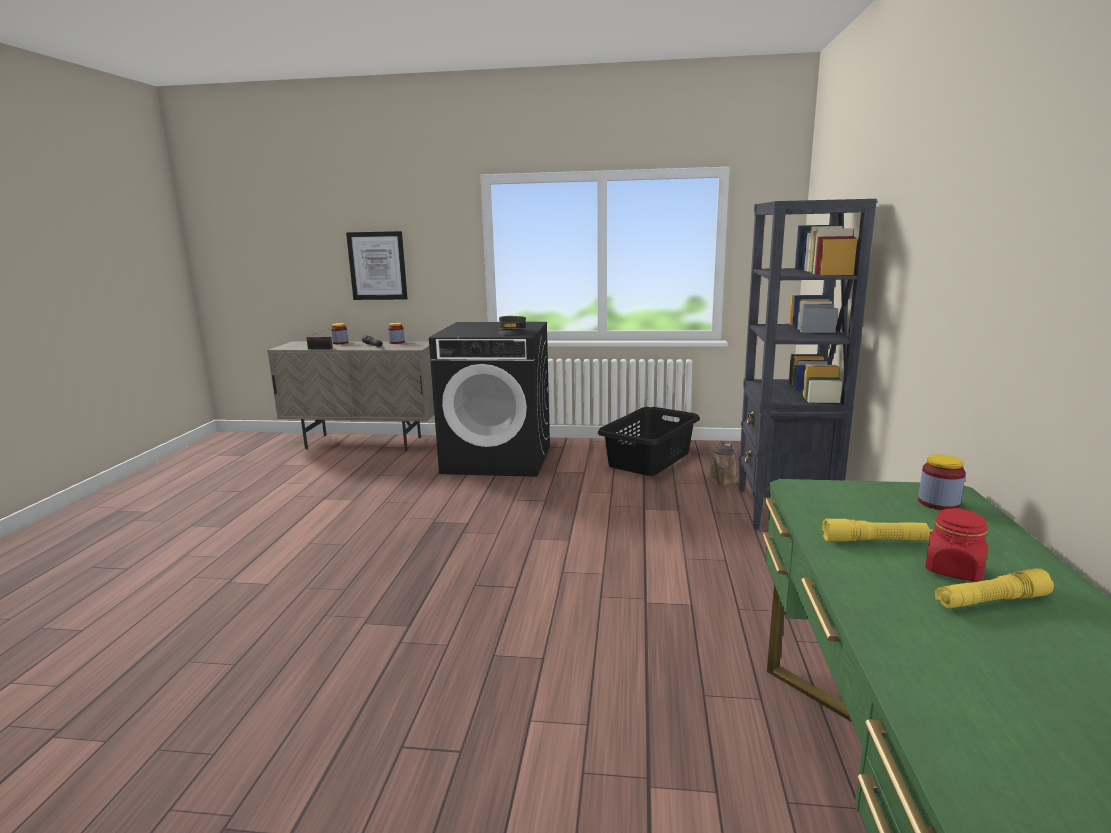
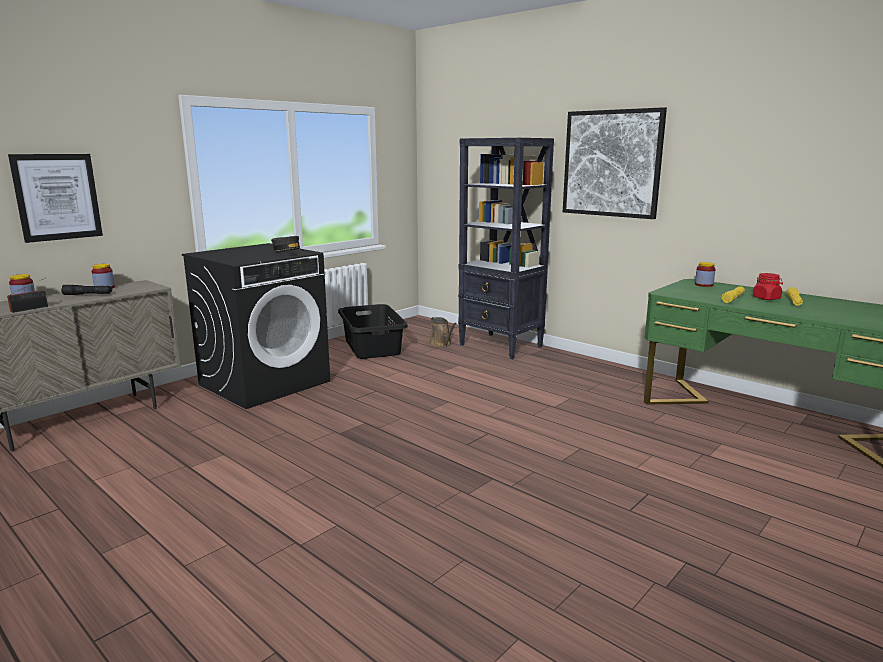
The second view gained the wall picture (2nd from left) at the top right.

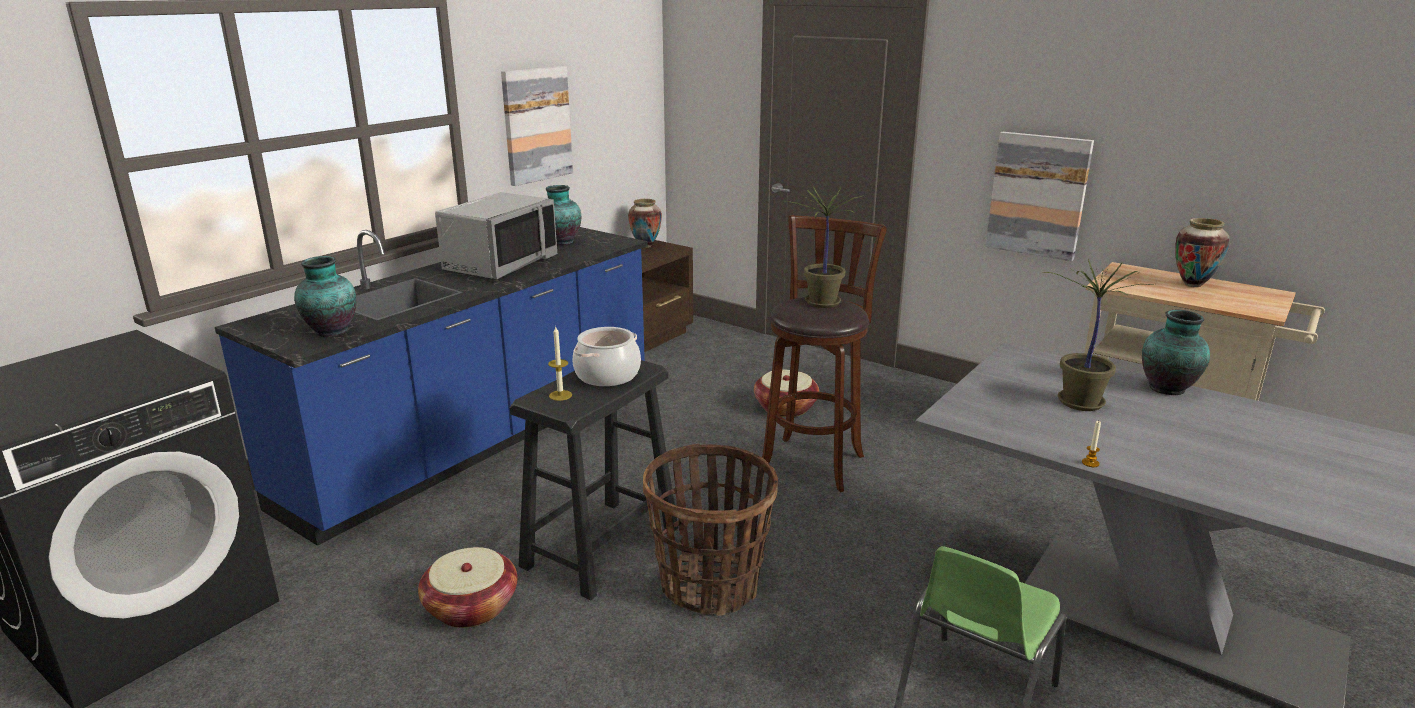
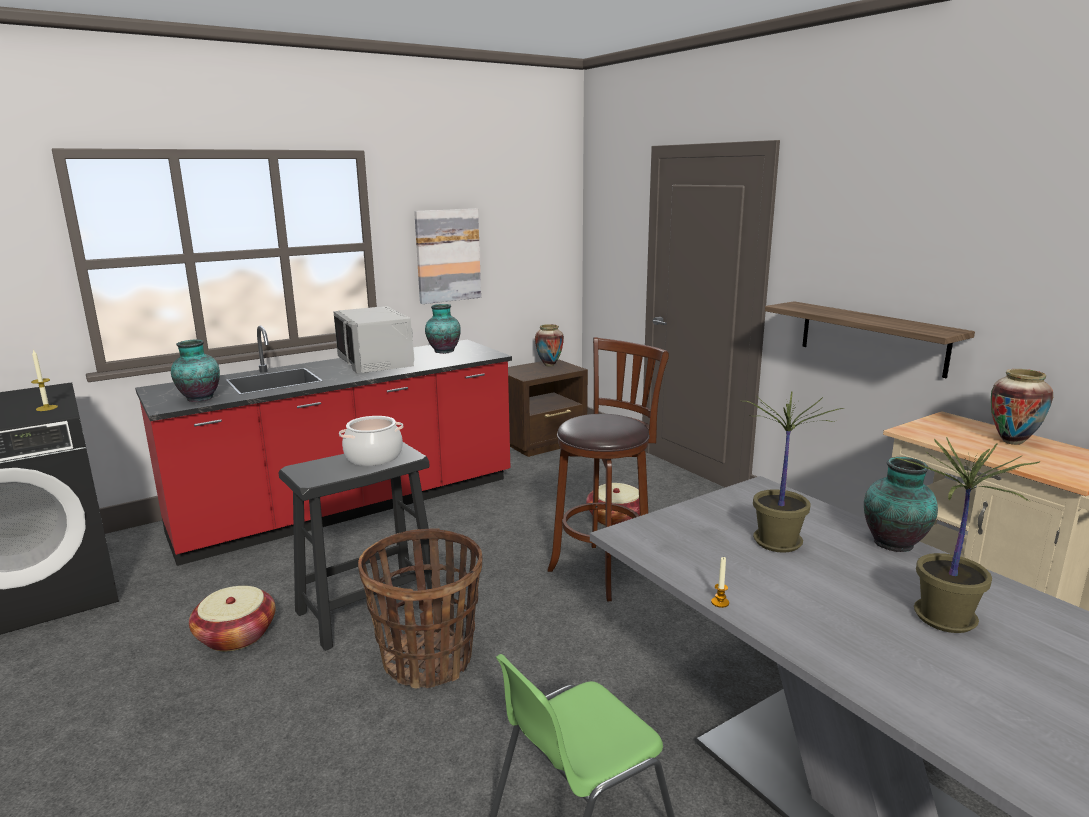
The candle (1st from left) ended up elsewhere, having gone from the centre to the middle left. The potted plant (1st from left in the first image) ended up elsewhere, having gone from the centre to the middle right. Where the wall picture (2nd from left) hung at the top right, the wall shelf came to hang at the middle right. What was the kitchen base unit in bluish at the middle left turned into the kitchen base unit in reddish at the middle left. The kitchen microwave in grey at the top centre ended up facing another way, 105 degrees clockwise from before.

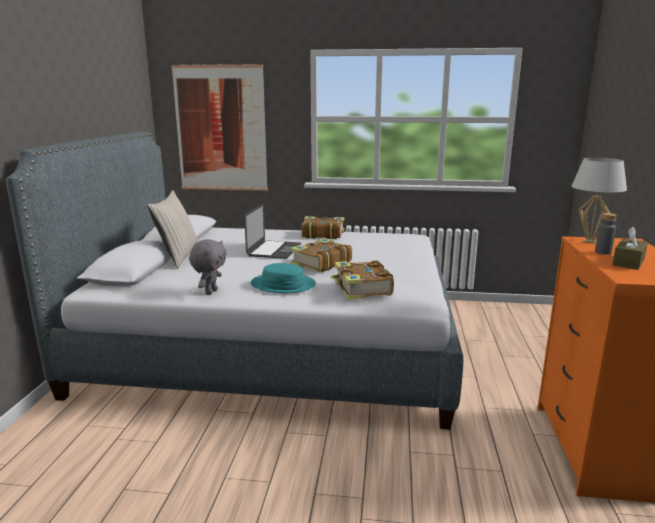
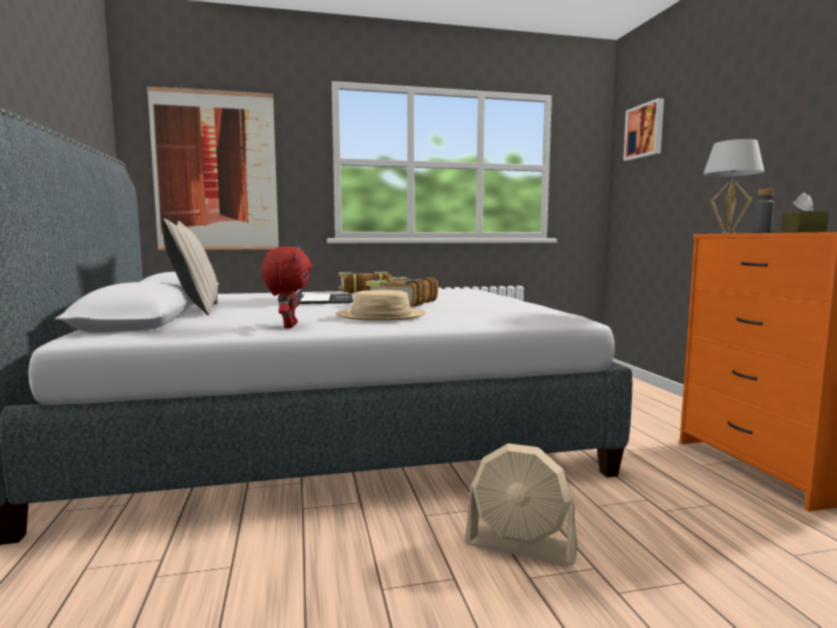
The second view lost the book (3rd from left) at the centre. The second view gained the fan in sand-coloured at the bottom centre. The second view gained the wall picture (2nd from left) at the top right. What was the soft toy in grey at the middle left turned into the soft toy in reddish at the centre. What was the clothing hat in turquoise-coloured at the centre turned into the clothing hat in sand-coloured at the centre.

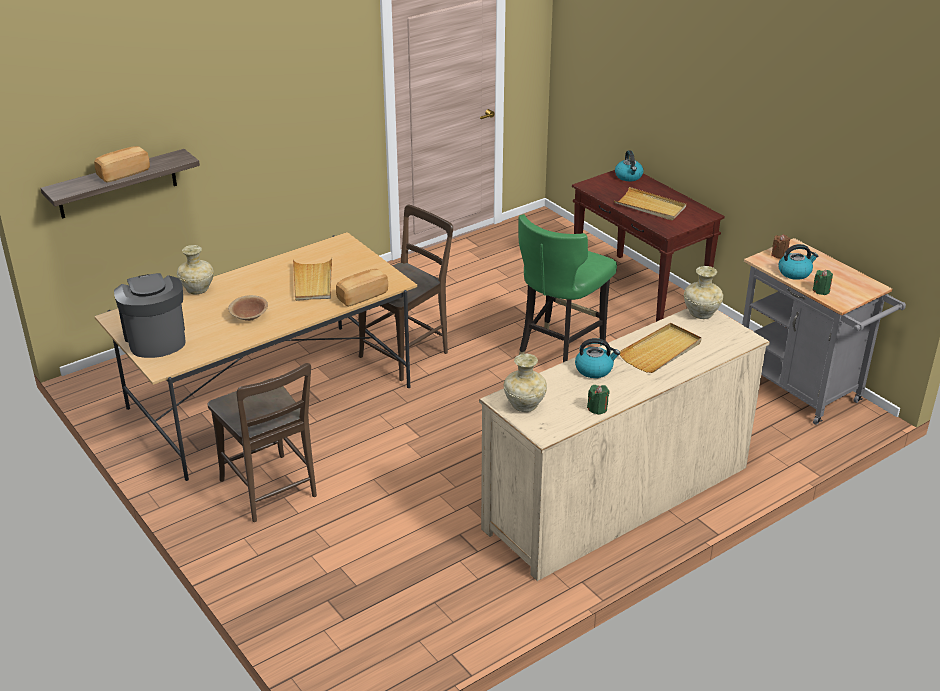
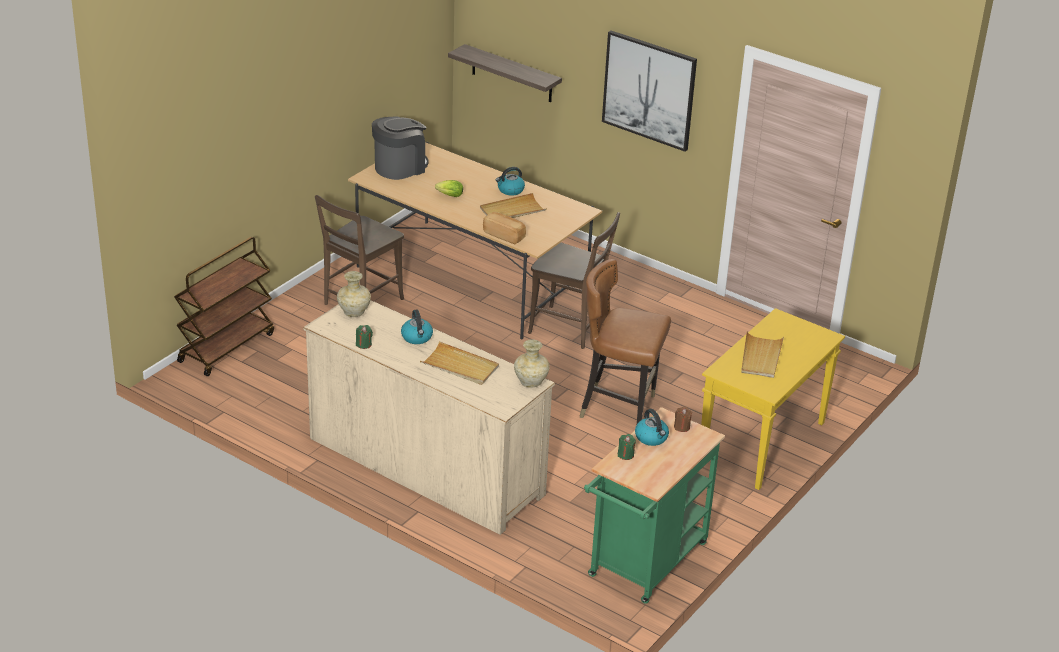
The second view lost the baked bread (1st from left) at the top left. The second view lost the flower vase in sand-coloured (1st from left) at the middle left. The second view gained the cart in brown at the middle left. The second view gained the wall picture at the top centre. The water kettle (2nd from left) ended up elsewhere, having gone from the top right to the top centre. Where the bowl in brown stood at the middle left, the lettuce head came to stand at the top centre. What was the chair in green-coloured at the centre turned into the chair in brown (3rd from left) at the centre. What was the console table in brown at the middle right turned into the console table in yellow-coloured at the middle right. What was the cart in grey at the middle right turned into the cart in green-coloured at the bottom centre.

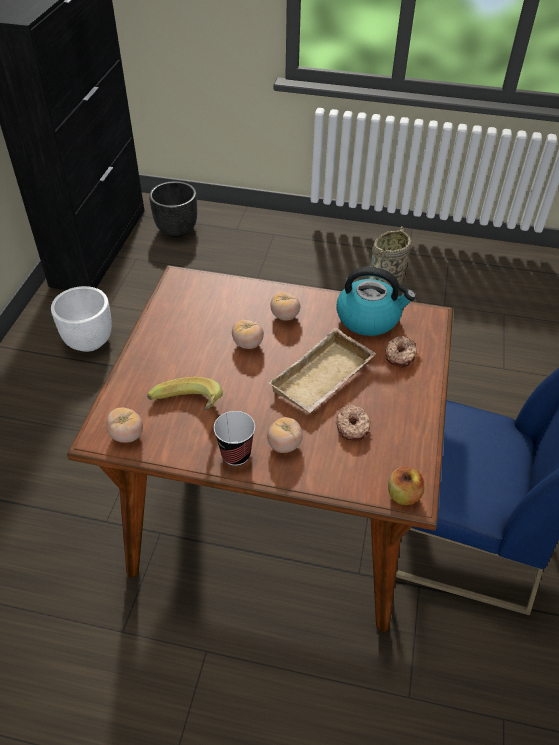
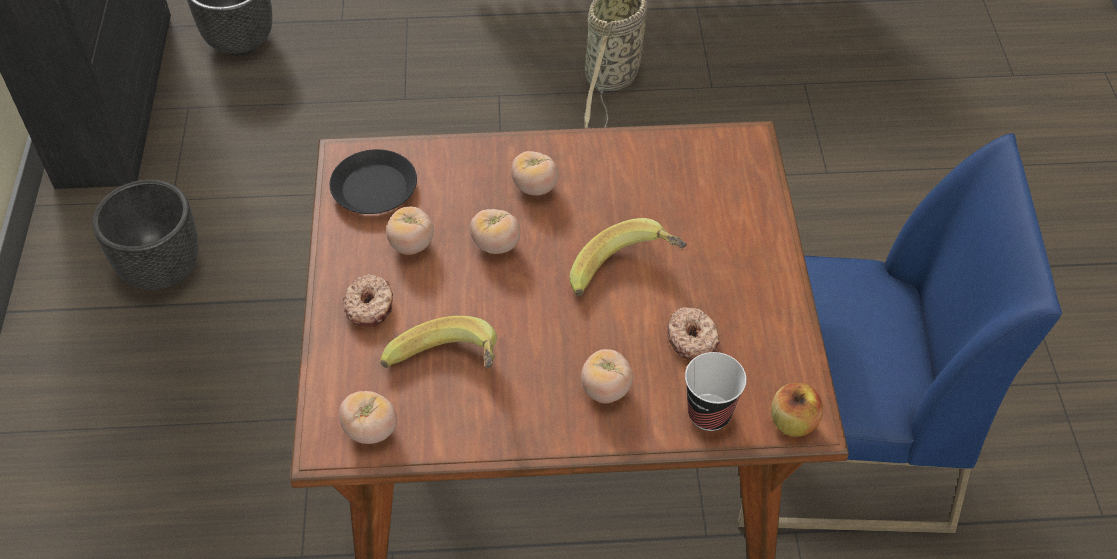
The second view lost the water kettle at the middle right. The second view gained the flat dish in black at the top centre. The second view gained the fresh tomato (2nd from left) at the centre. The cup ended up elsewhere, having gone from the centre to the bottom centre. The donut (2nd from left in the first image) ended up elsewhere, having gone from the middle right to the middle left. Where the carrying tray in sand-coloured stood at the centre, the banana fruit (2nd from left) came to stand at the centre. What was the planter in whitish at the middle left turned into the planter in black (1st from left) at the middle left.

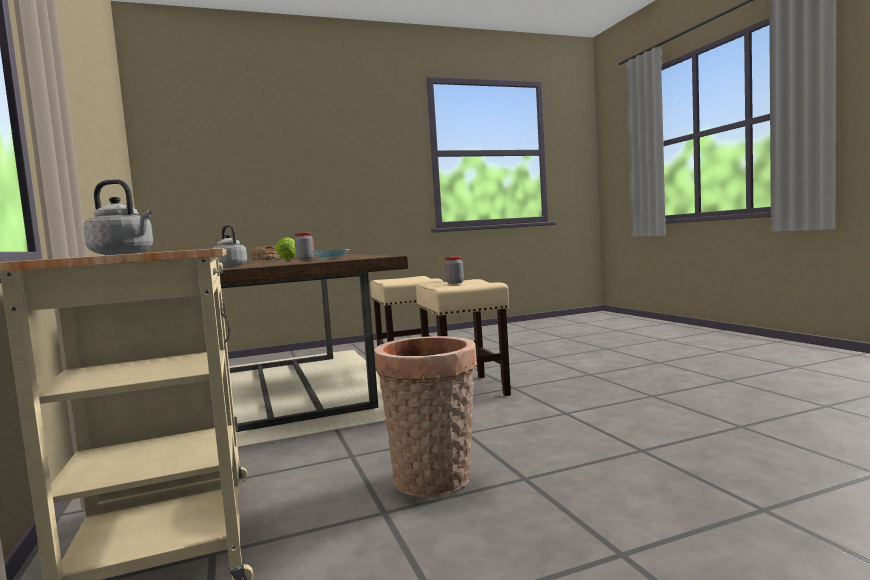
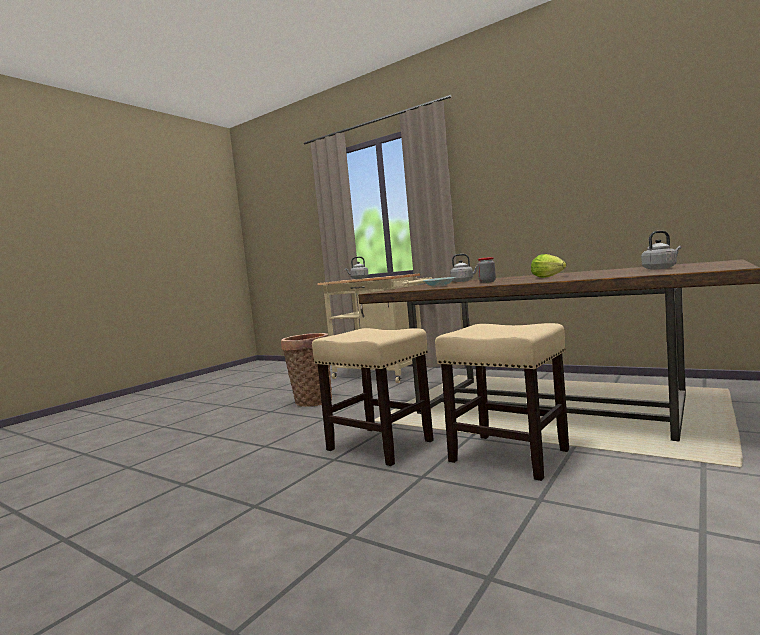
The second view lost the preserve jar (2nd from left) at the centre. Where the baked bread stood at the middle left, the water kettle in grey (3rd from left) came to stand at the middle right.

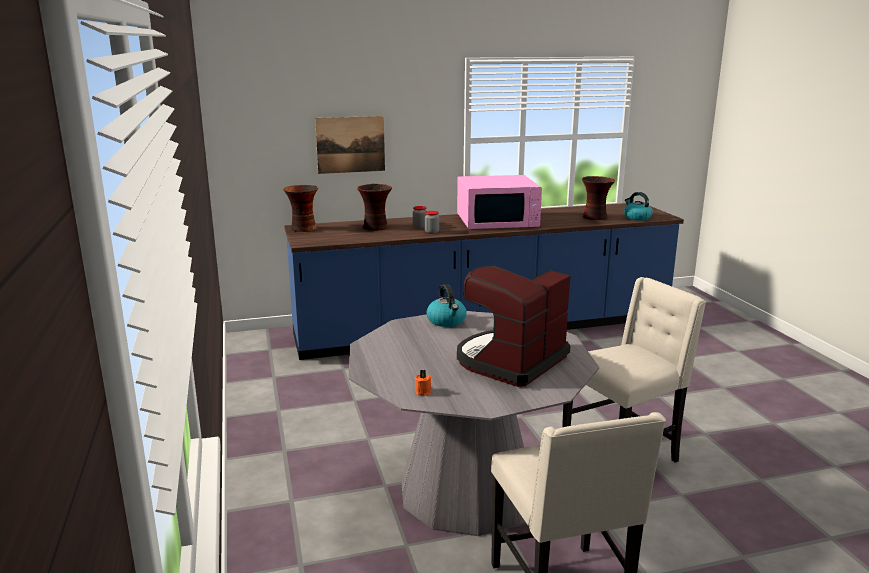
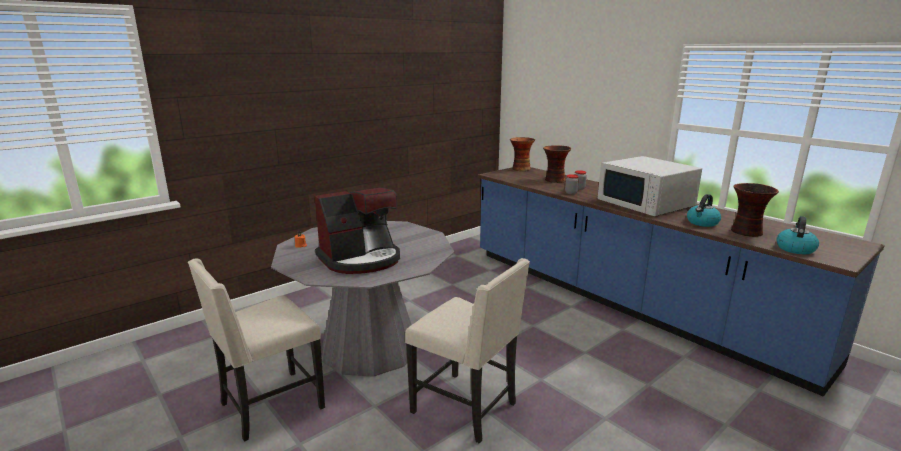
The second view lost the wall picture at the top centre. The water kettle (1st from left) ended up elsewhere, having gone from the centre to the middle right. What was the kitchen microwave in pink-coloured at the centre turned into the kitchen microwave in whitish at the middle right. The coffee machine at the centre ended up facing another way, 135 degrees clockwise from before.

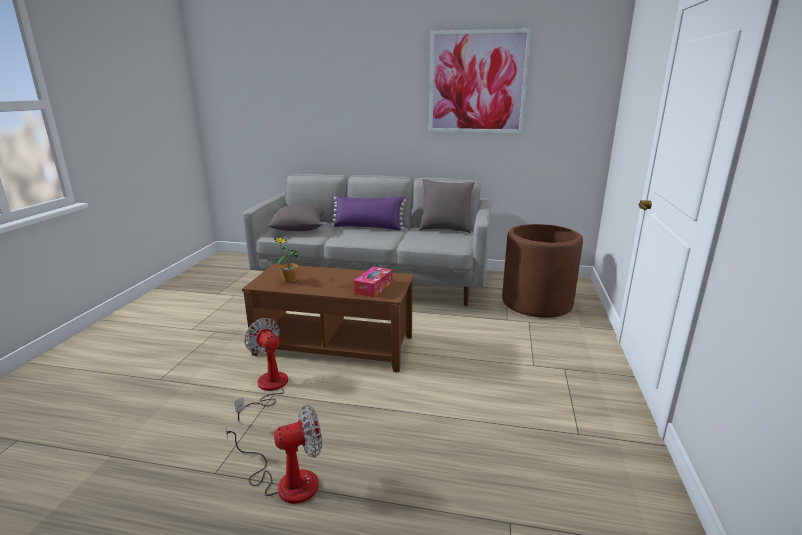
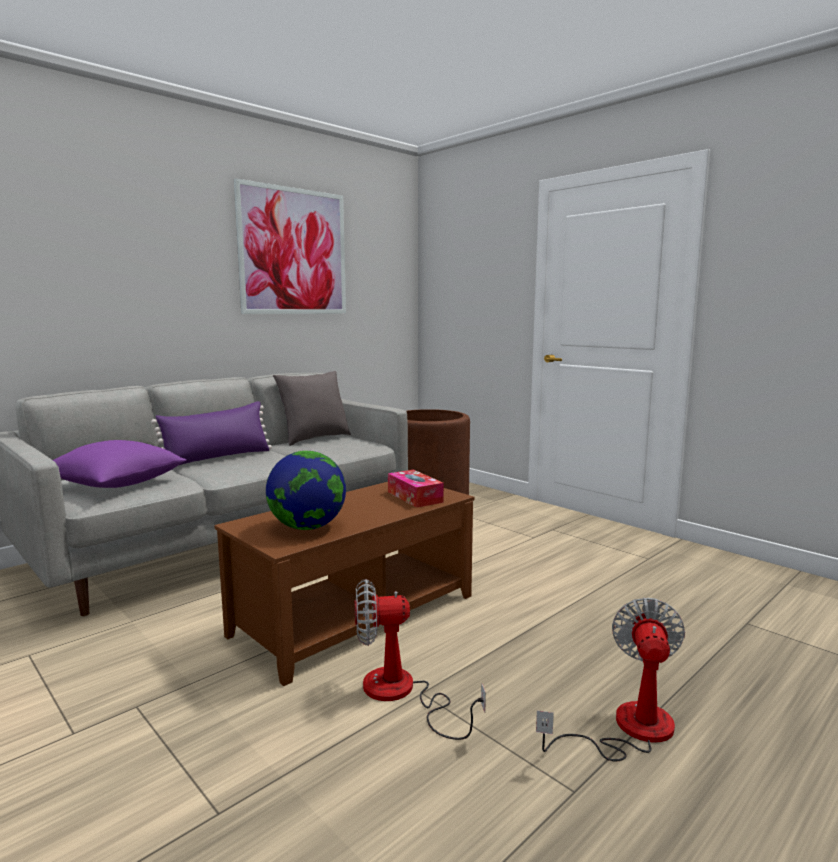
Where the potted plant stood at the centre, the desk globe came to stand at the centre. What was the pillow in grey (1st from left) at the centre turned into the pillow in purplish (1st from left) at the middle left.

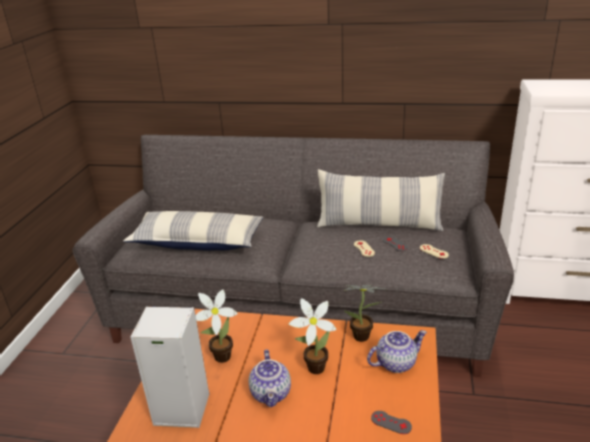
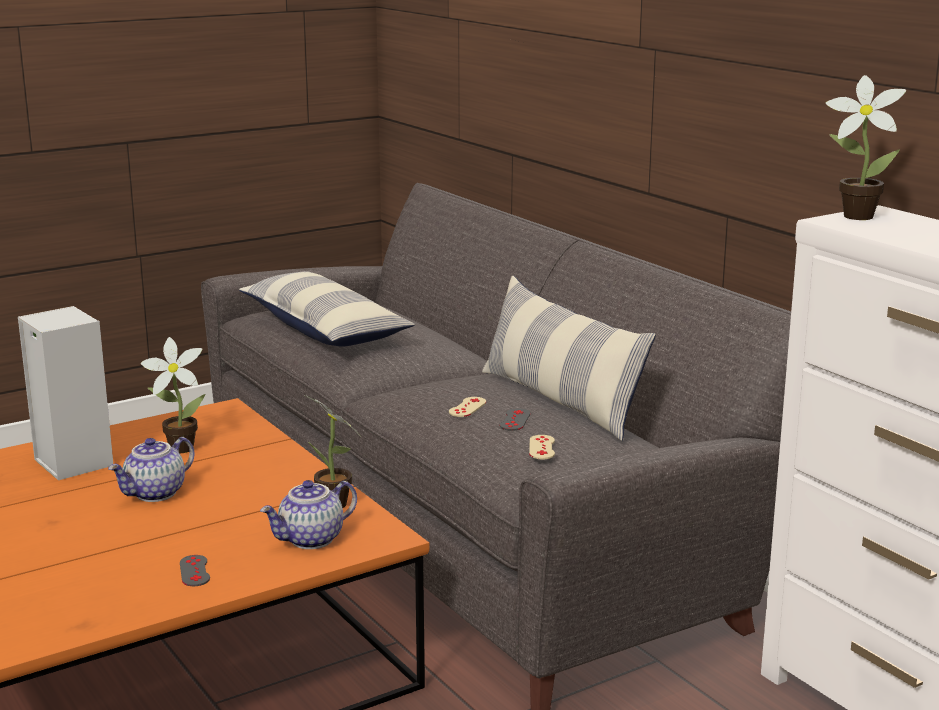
The potted plant (2nd from left in the first image) ended up elsewhere, having gone from the bottom centre to the top right. The teapot (2nd from left) at the bottom right ended up facing another way, 120 degrees clockwise from before.

